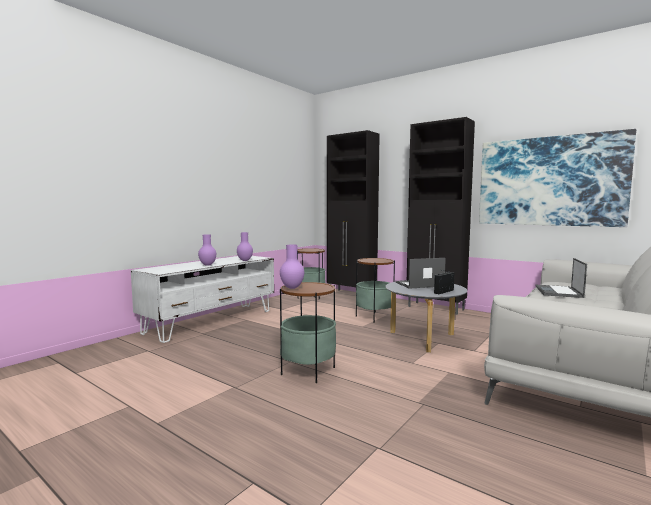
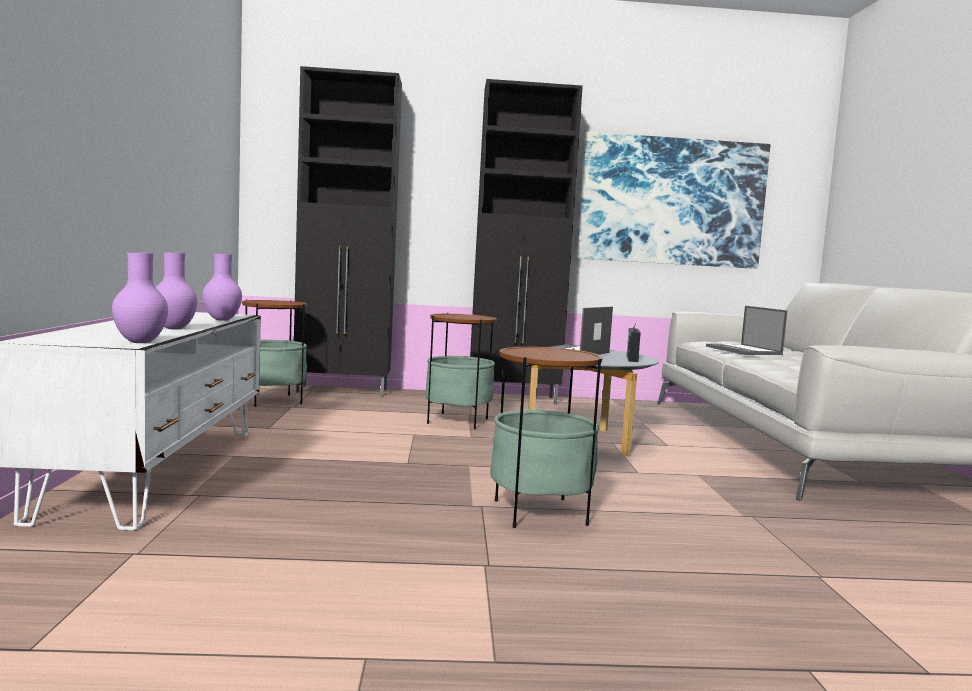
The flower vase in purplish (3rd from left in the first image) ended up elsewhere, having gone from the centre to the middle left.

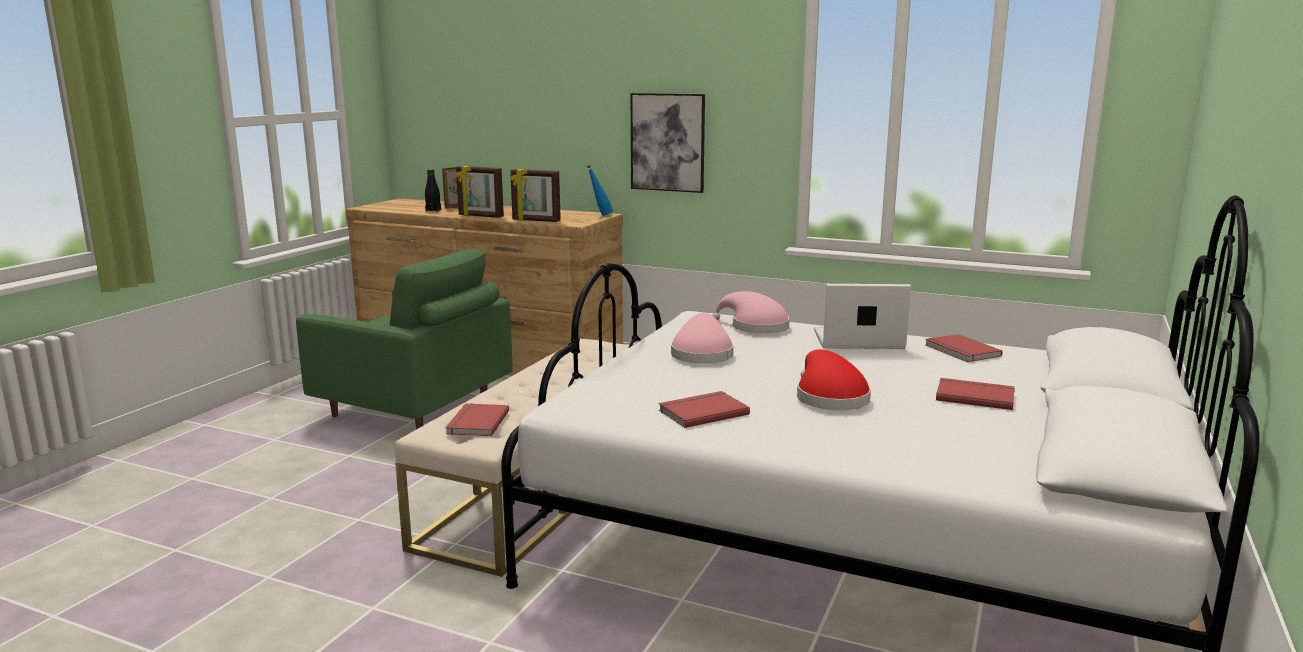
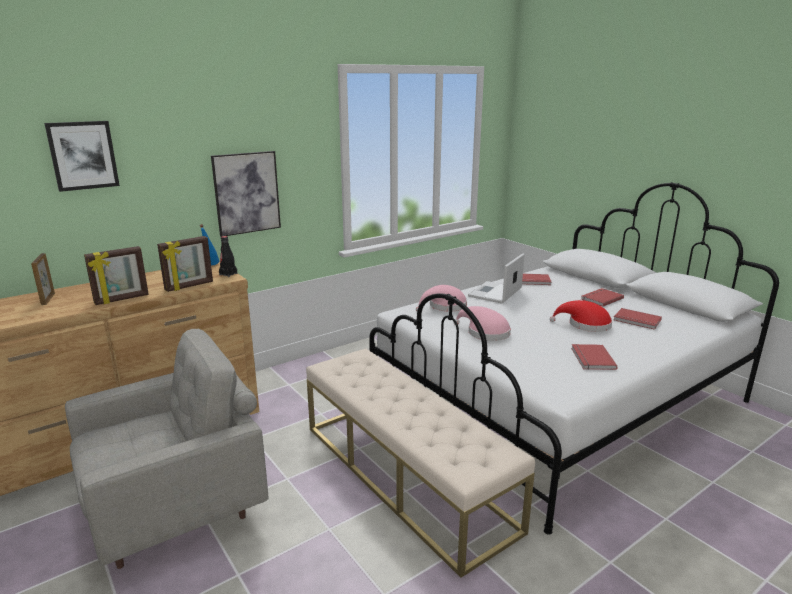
The second view gained the wall picture (1st from left) at the top left. The drink bottle in black ended up elsewhere, having gone from the top left to the middle left. The book in reddish (1st from left in the first image) ended up elsewhere, having gone from the centre to the middle right. What was the lounge chair in green-coloured at the middle left turned into the lounge chair in grey at the bottom left.

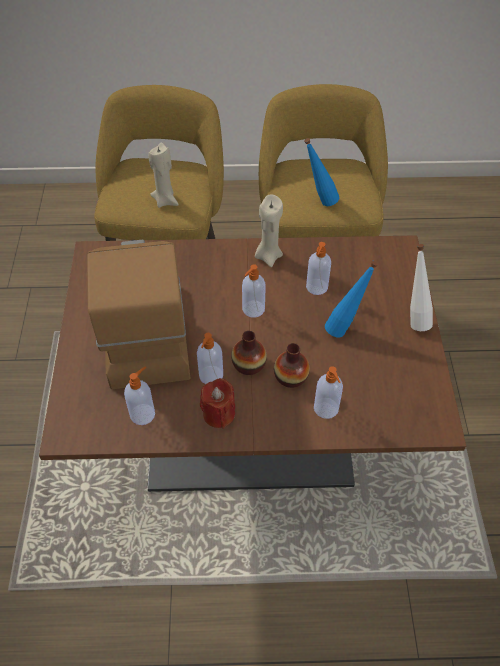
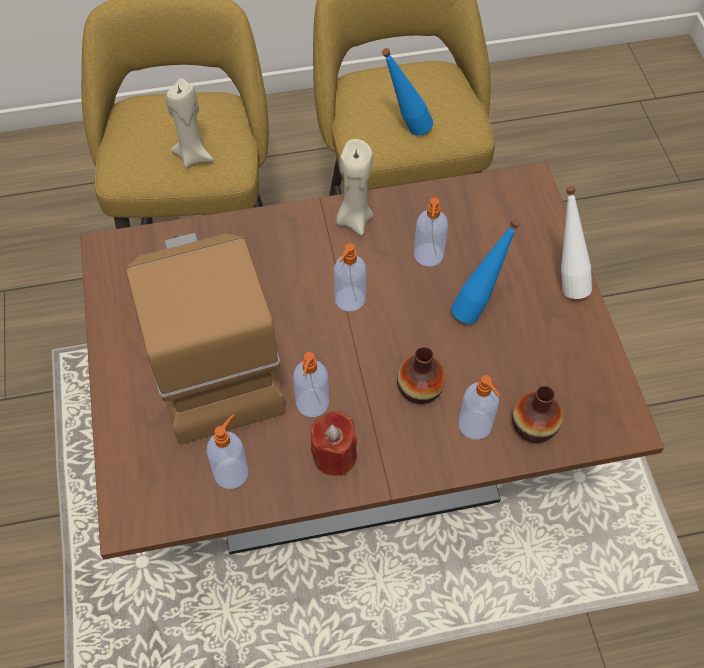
The flower vase (1st from left in the first image) ended up elsewhere, having gone from the centre to the middle right.

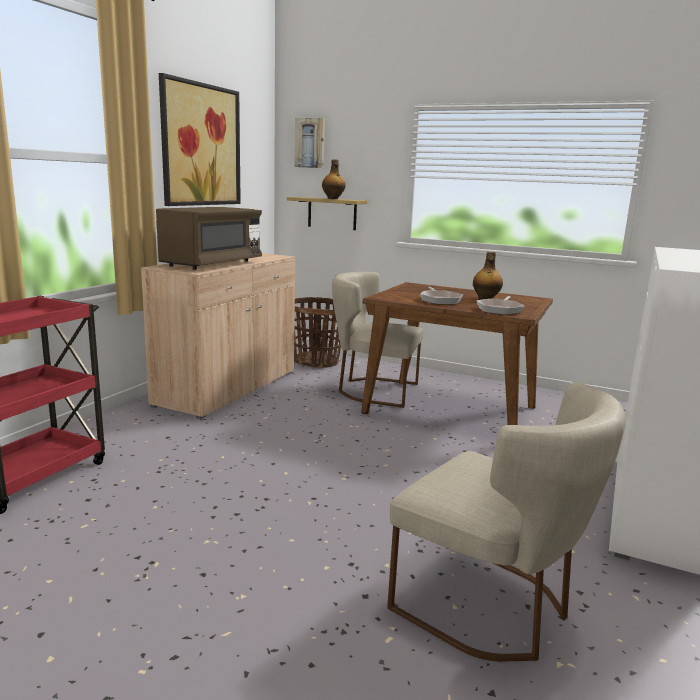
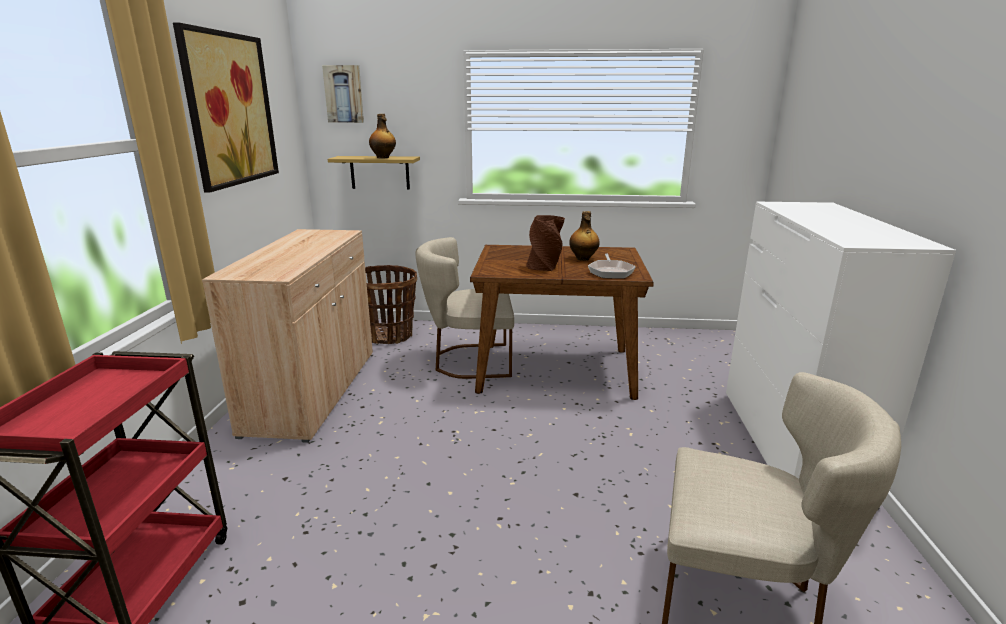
The second view lost the kitchen microwave in brown at the middle left. Where the skillet (1st from left) stood at the centre, the flower vase in brown came to stand at the centre.

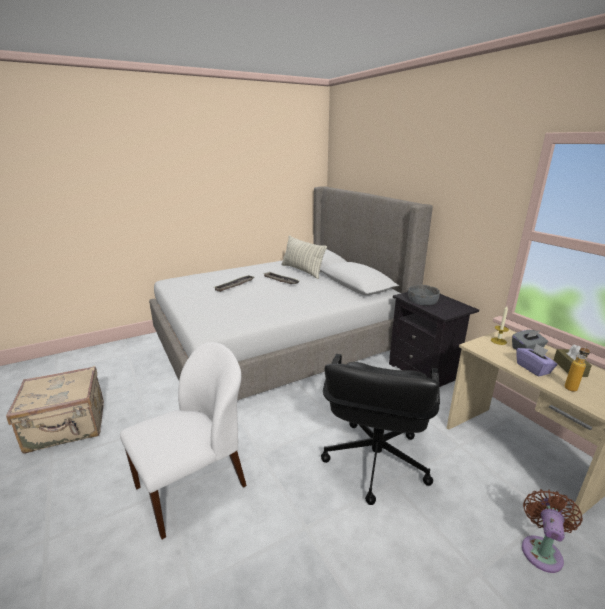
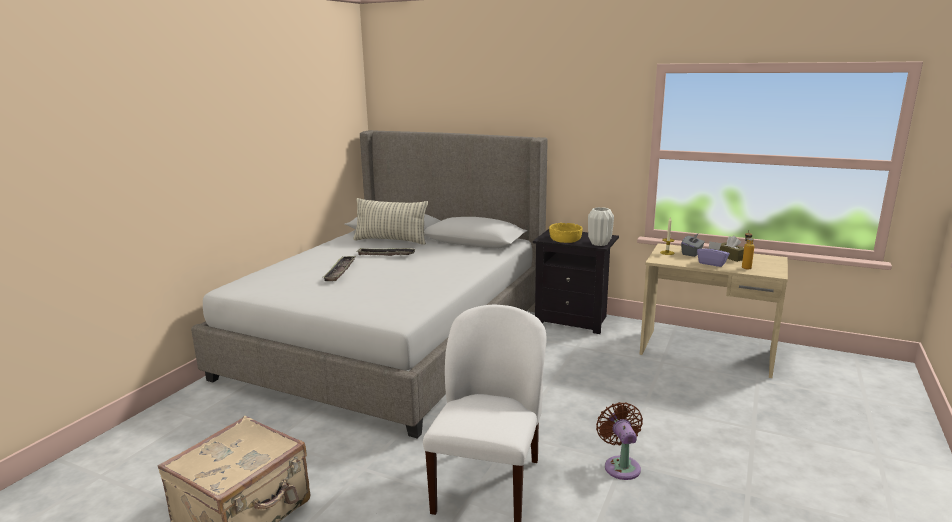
The second view lost the computer chair in black at the bottom centre. The second view gained the flower vase in whitish at the centre. The fan in brown ended up elsewhere, having gone from the bottom right to the bottom centre. What was the bowl in grey at the middle right turned into the bowl in yellow-coloured at the centre.

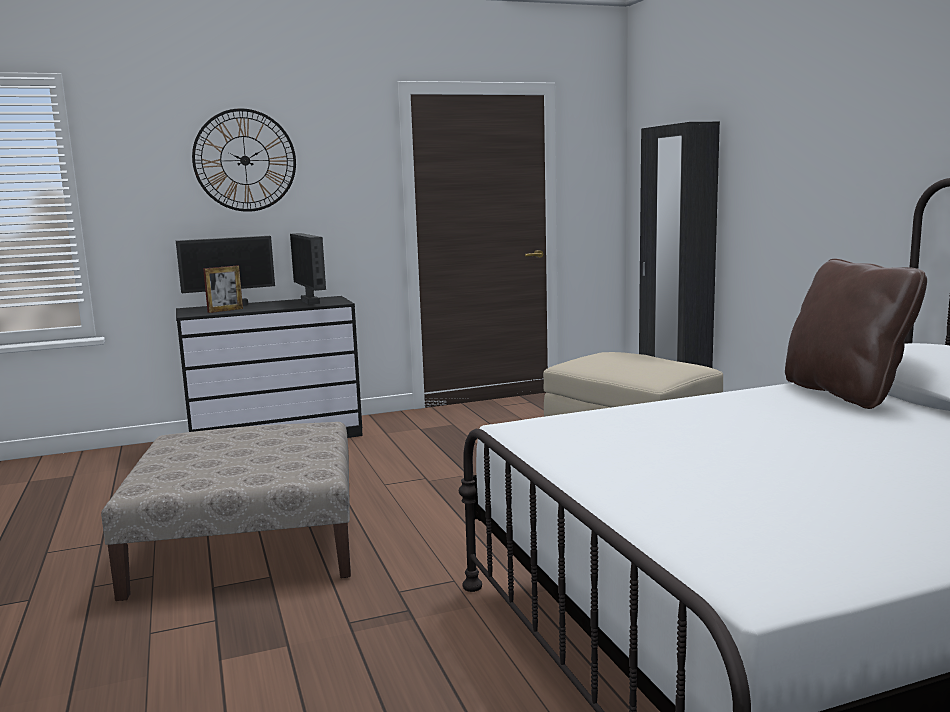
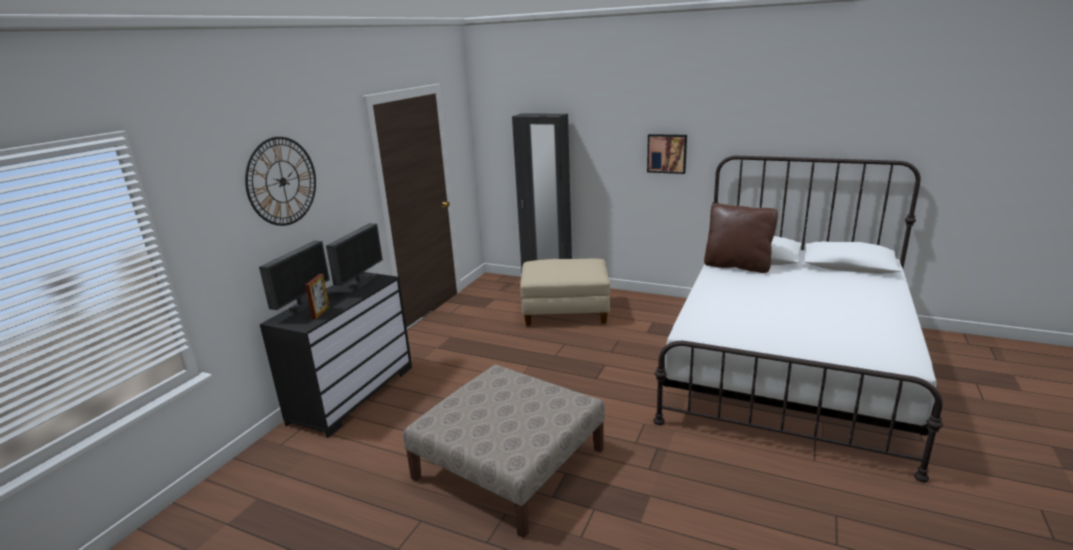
The second view gained the wall picture at the top centre. The computer display (2nd from left) at the middle left ended up facing another way, 90 degrees counterclockwise from before.

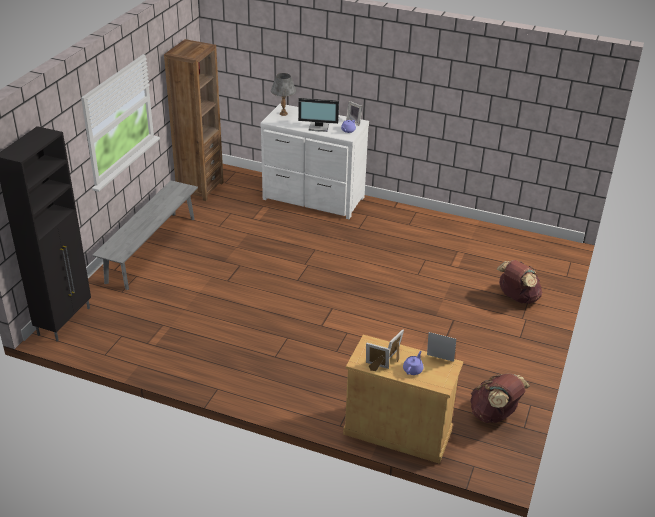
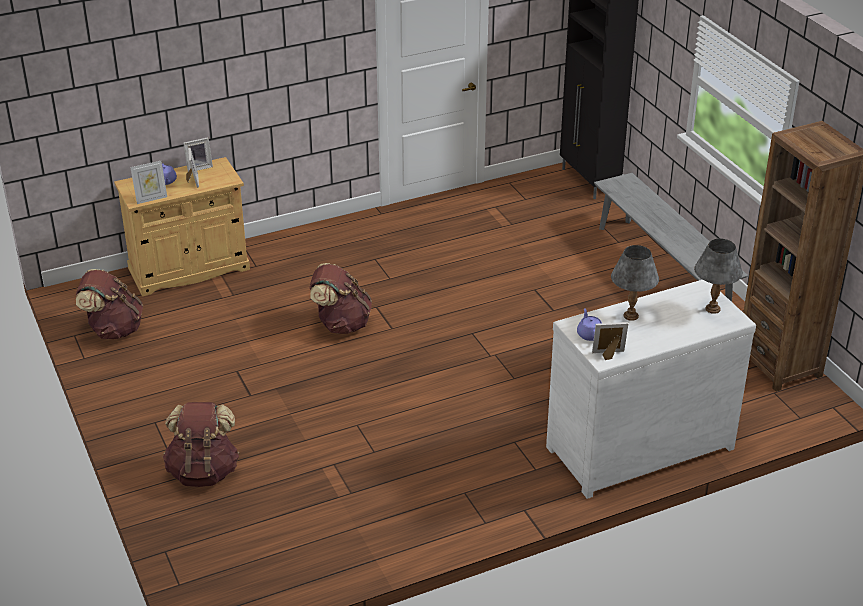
The second view gained the rucksack in brown (3rd from left) at the centre. Where the computer display stood at the top centre, the tabletop lamp in grey (1st from left) came to stand at the middle right.

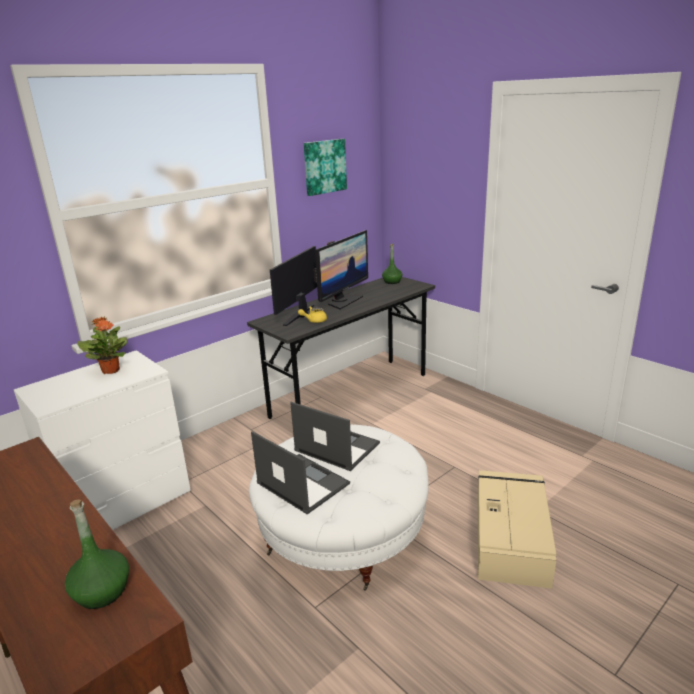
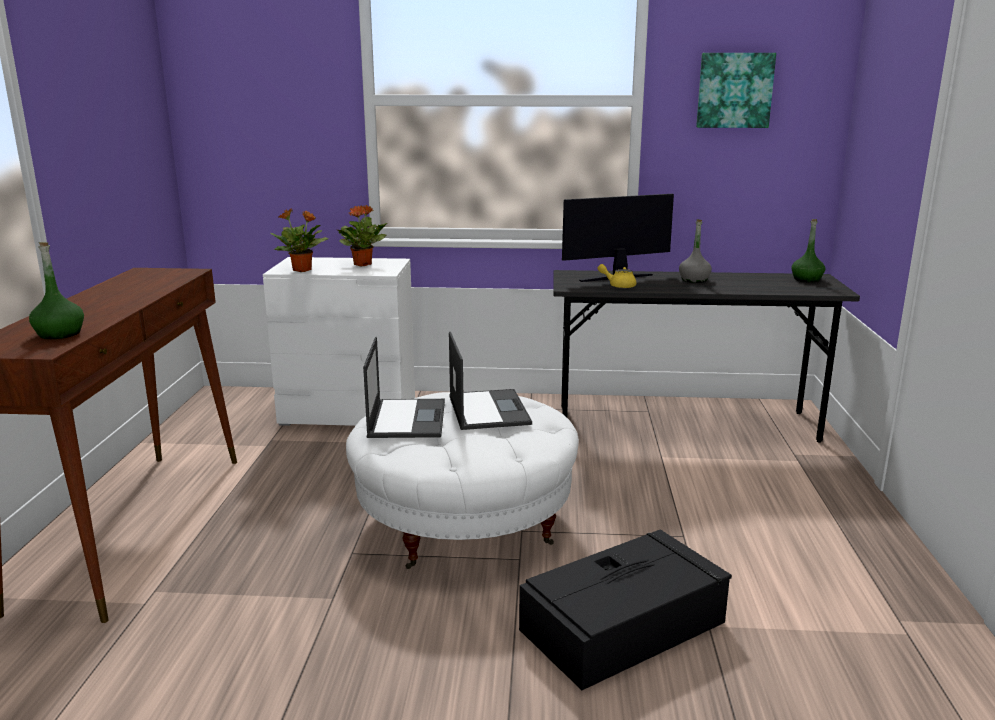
The second view gained the potted plant (1st from left) at the middle left. Where the computer display (2nd from left) stood at the centre, the drink bottle in grey came to stand at the middle right. What was the storage container in sand-coloured at the bottom right turned into the storage container in black at the bottom centre.

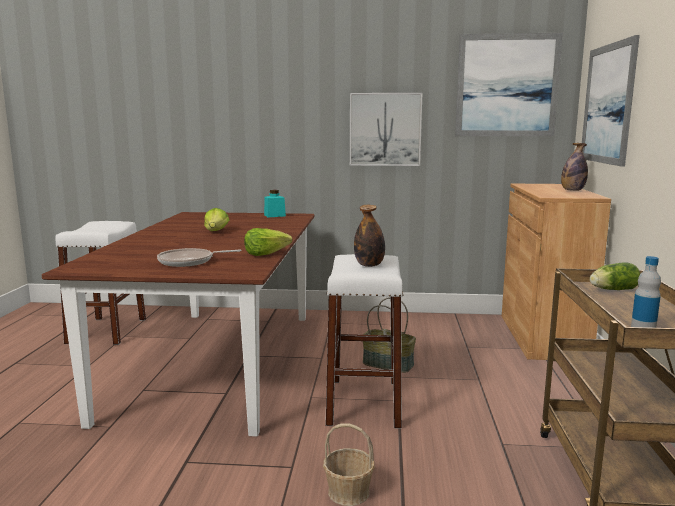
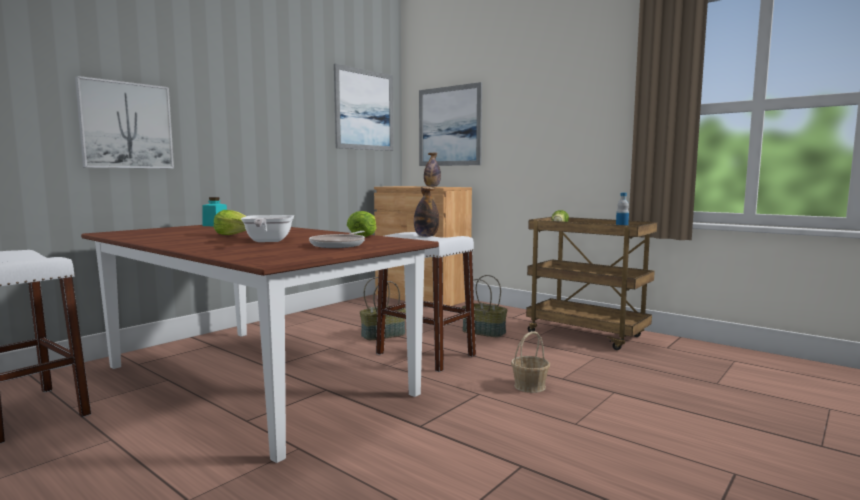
The second view gained the skillet (1st from left) at the middle left. The second view gained the storage basket (2nd from left) at the centre. The wall picture (1st from left) ended up elsewhere, having gone from the top centre to the top left.

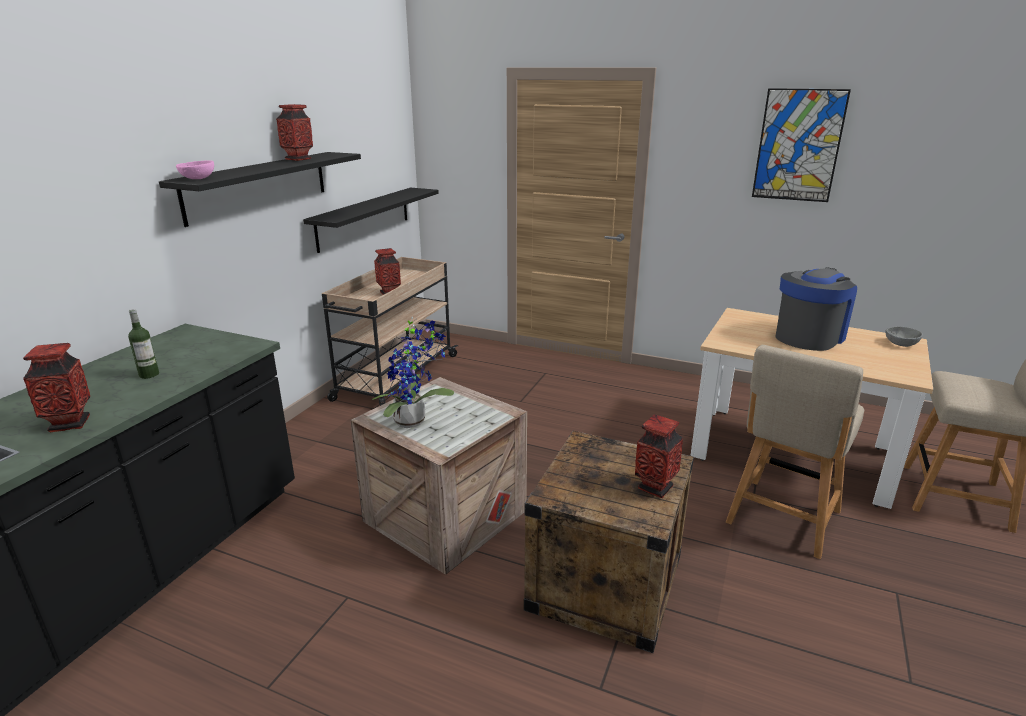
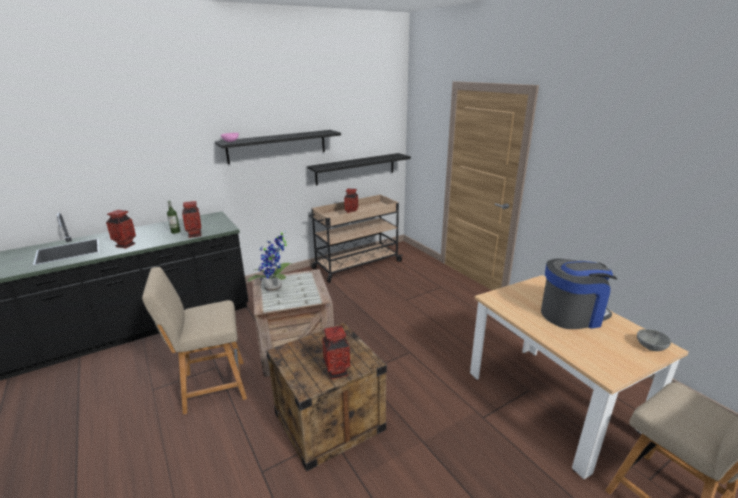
The second view lost the wall picture at the top right. The flower vase (2nd from left) ended up elsewhere, having gone from the top left to the middle left. The chair in sand-coloured (1st from left) ended up elsewhere, having gone from the middle right to the bottom left.

